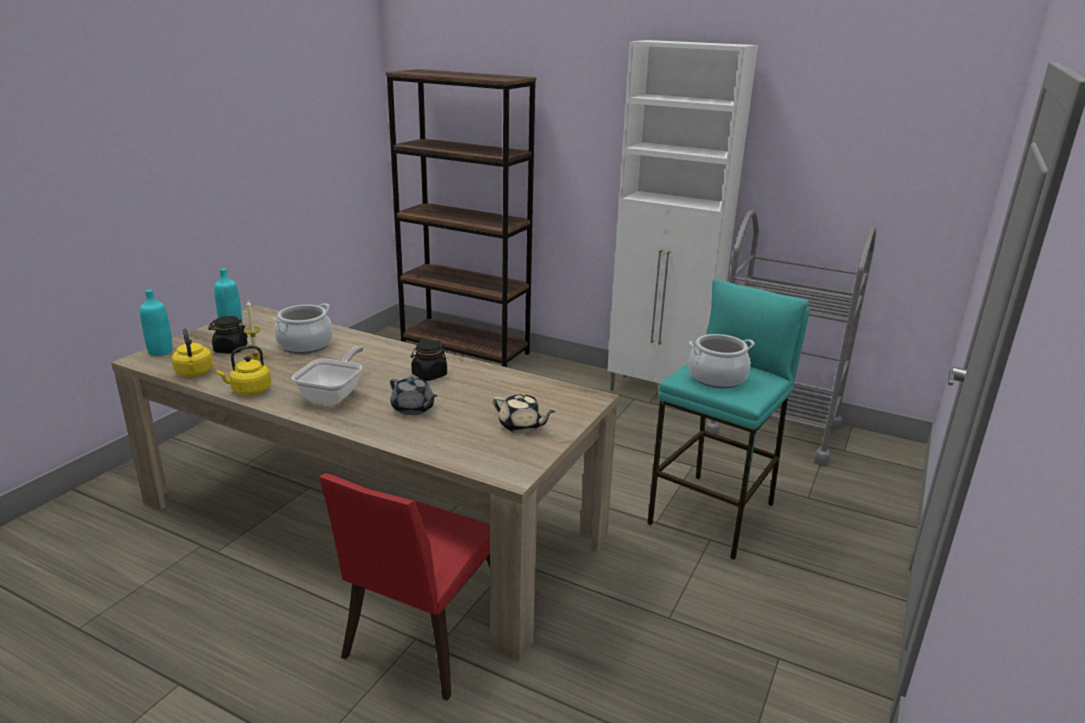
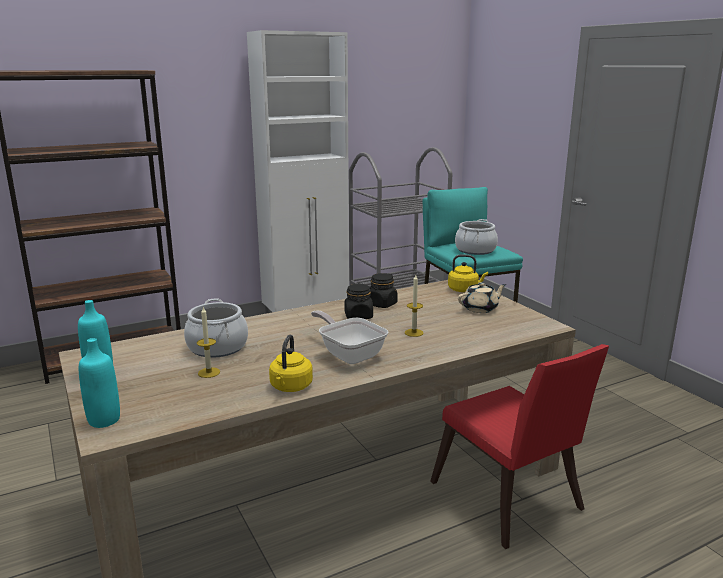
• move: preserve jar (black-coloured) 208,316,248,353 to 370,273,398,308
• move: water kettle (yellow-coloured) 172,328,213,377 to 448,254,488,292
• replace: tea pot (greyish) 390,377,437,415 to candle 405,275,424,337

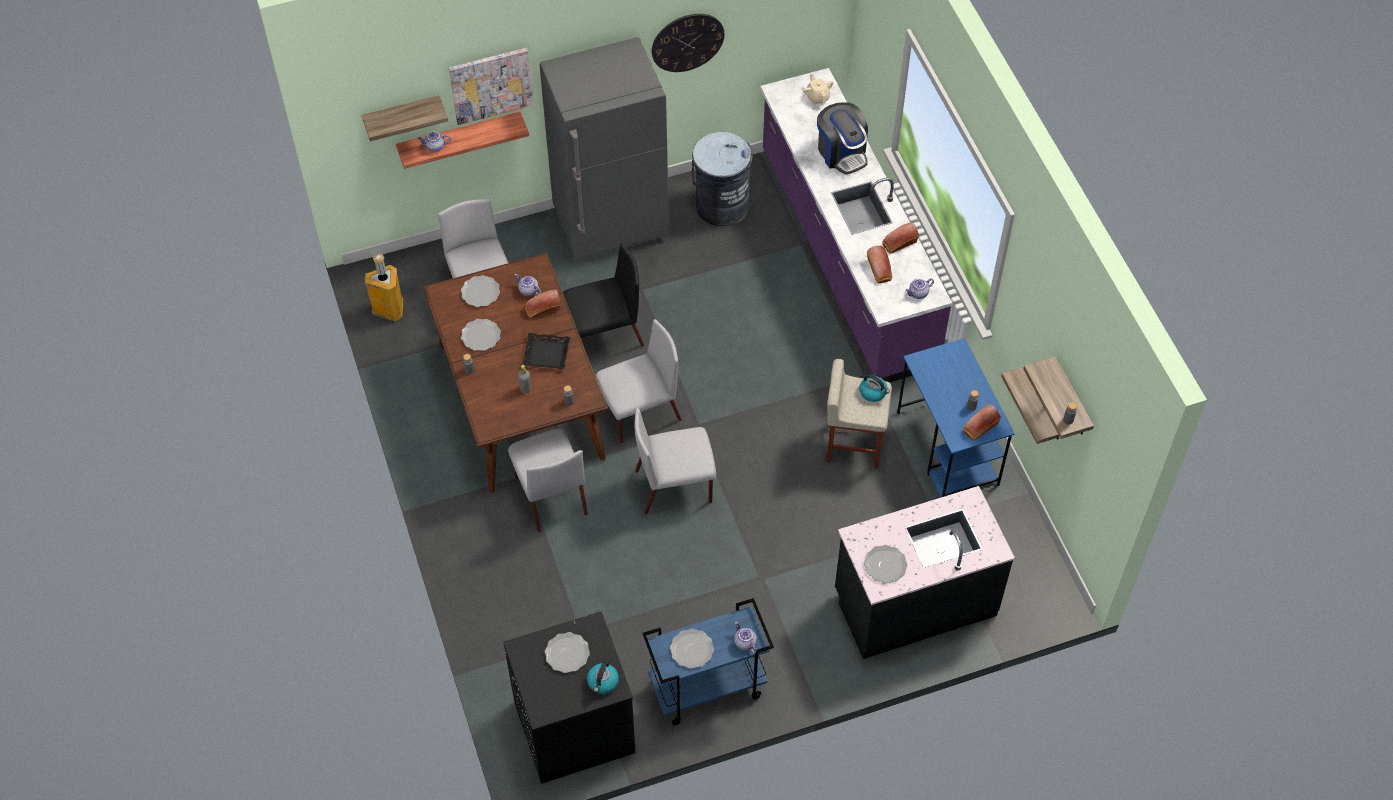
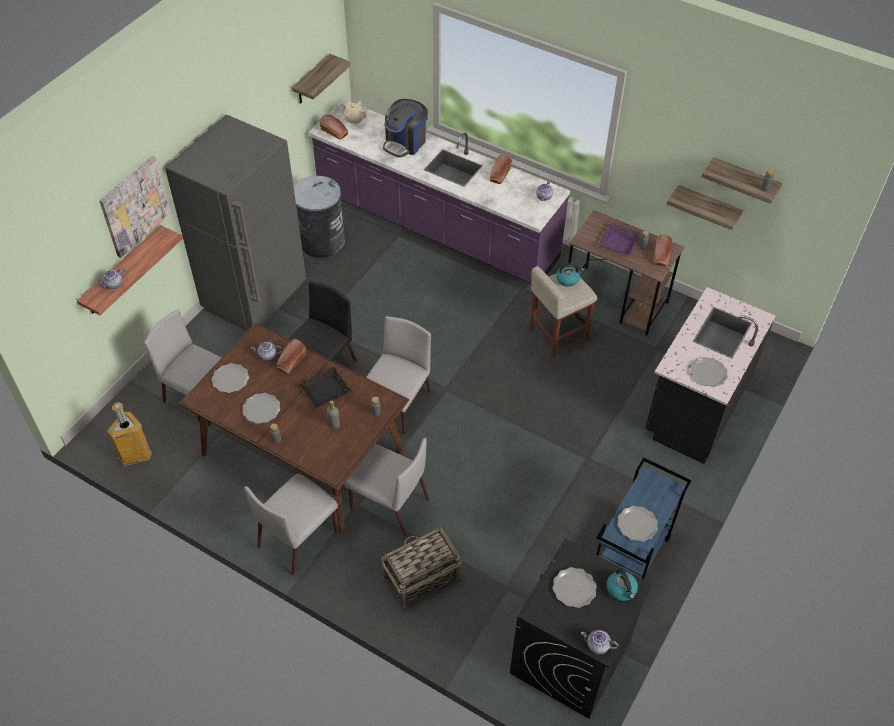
• delete: clock on the wall 652,14,725,72
• move: bracket shelf 362,95,448,141 to 292,54,351,103
• rotate: coffee machine 817,102,868,174 = 383,99,428,158 105 degrees clockwise
• move: bread 867,246,892,283 to 319,114,348,140
• recolor: desk unit (blue) 897,338,1015,497 to desk unit (brownish) 568,210,684,336
• move: plain chair (greyish) 635,407,716,514 to 244,474,338,575
• move: tea pot 734,621,757,654 to 581,630,618,654
• insert: carrying tray (purple) 599,223,642,255
• insert: household basket 381,527,461,608

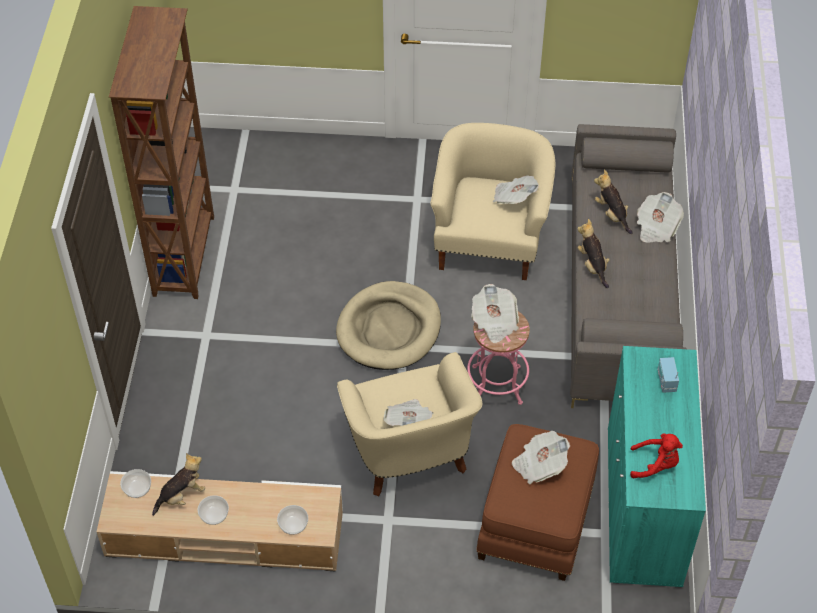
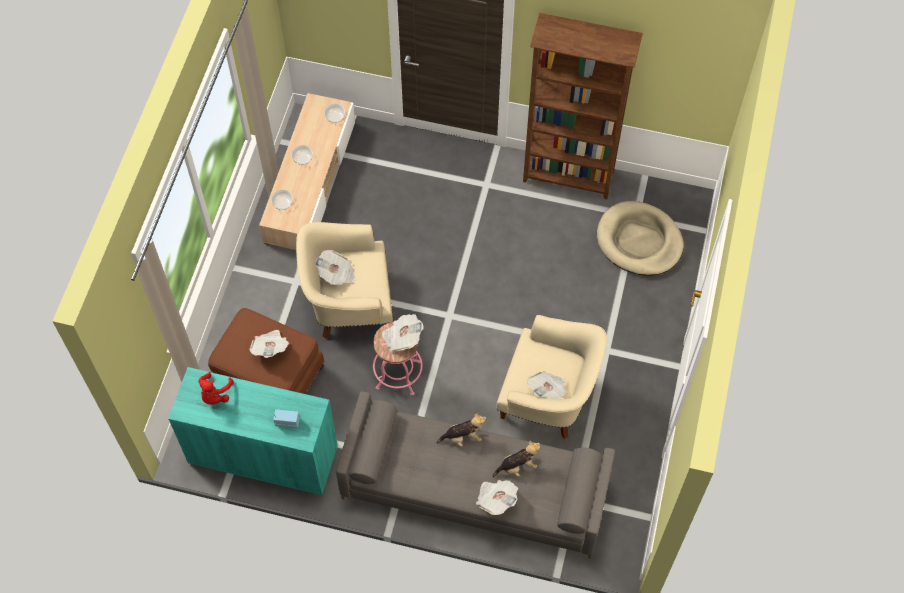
• move: dog cushion (beige-coloured) 336,281,441,370 to 597,201,684,275
• delete: cuddly toy 152,453,205,516

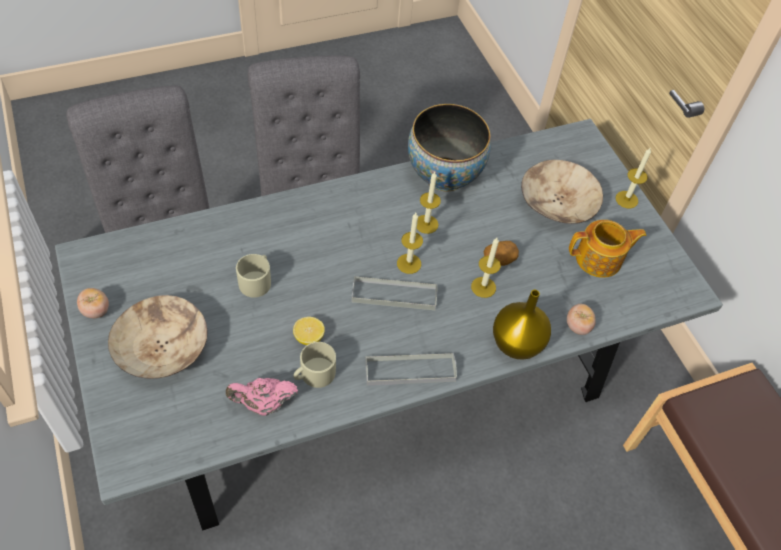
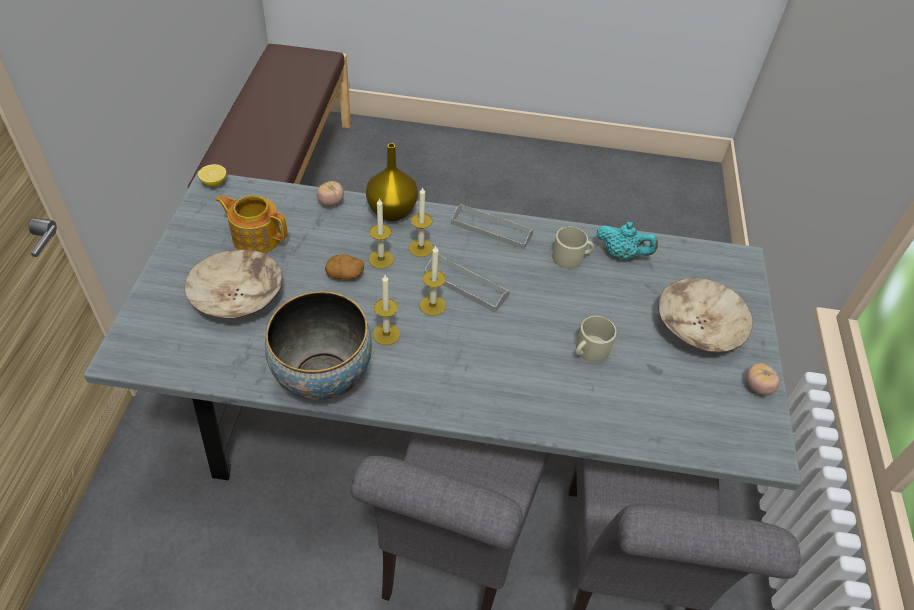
• move: candle 615,147,651,209 to 409,187,433,257
• move: citrus fruit 293,317,325,345 to 198,164,226,187
• recolor: tea pot (pinkish) 226,378,298,415 to tea pot (turquoise) 597,222,658,260

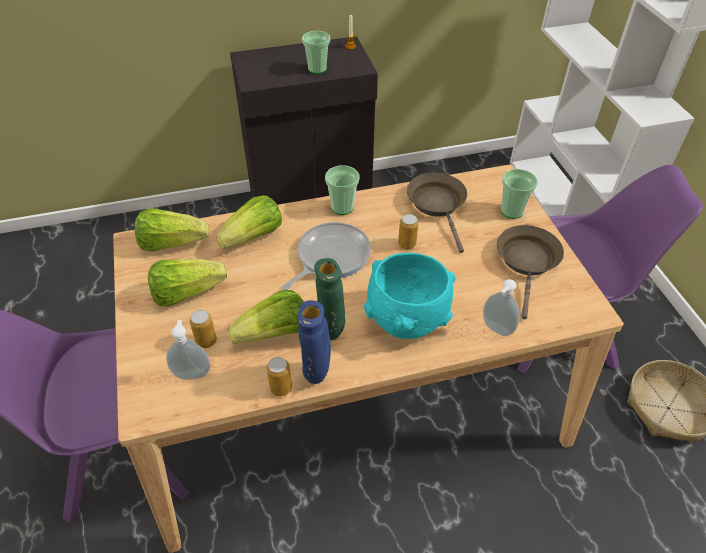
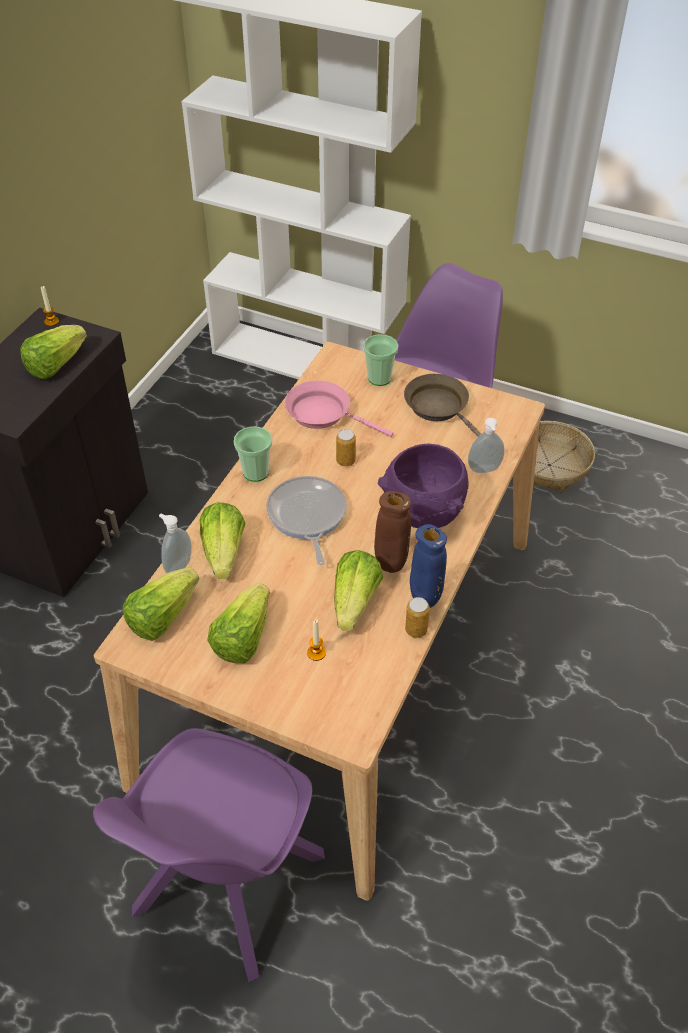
• replace: cup 302,31,330,74 to lettuce 20,325,87,379
• recolor: pan (brownish) 407,173,467,253 to pan (pinkish) 285,381,393,437
• recolor: deep dish (turquoise) 364,253,456,339 to deep dish (purple) 378,443,469,528
• recolor: decorative vase (green) 314,258,345,340 to decorative vase (brownish) 374,491,411,573
• replace: sealed can 190,310,217,348 to candle 307,619,326,661
• move: soap dispenser 166,320,210,380 to 159,514,192,573

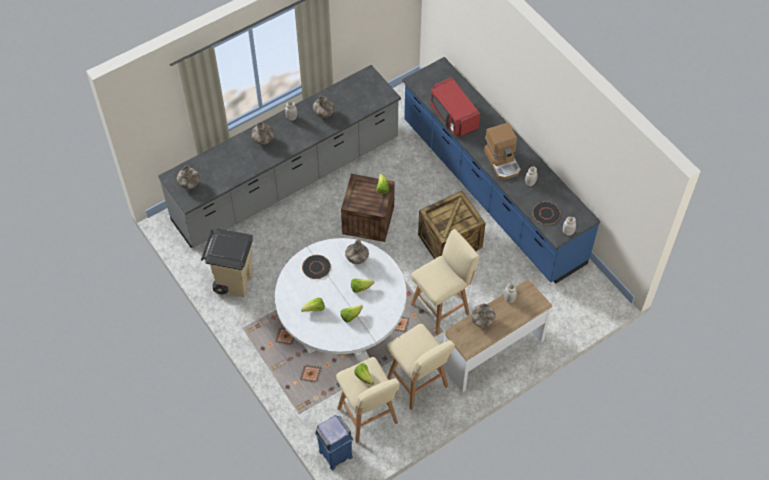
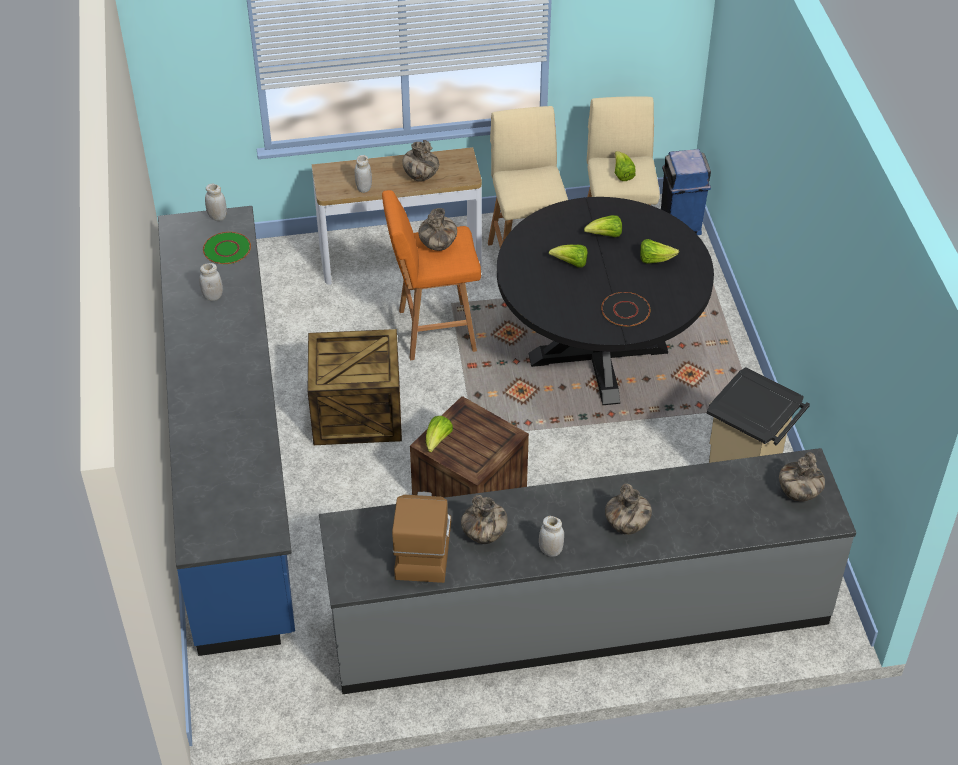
• delete: kitchen microwave (reddish) 431,77,480,137
• move: coffee machine 484,123,521,180 to 392,491,451,583
• recolor: dinner plate (black-coloured) 532,201,561,225 to dinner plate (green) 203,232,251,264
• recolor: stool seat (beige-coloured) 411,229,479,335 to stool seat (orange-coloured) 382,190,481,360
• recolor: dinner table (white-coloured) 275,238,407,362 to dinner table (black-coloured) 497,197,714,405
• move: decorative vase 345,240,369,264 to 418,208,457,251

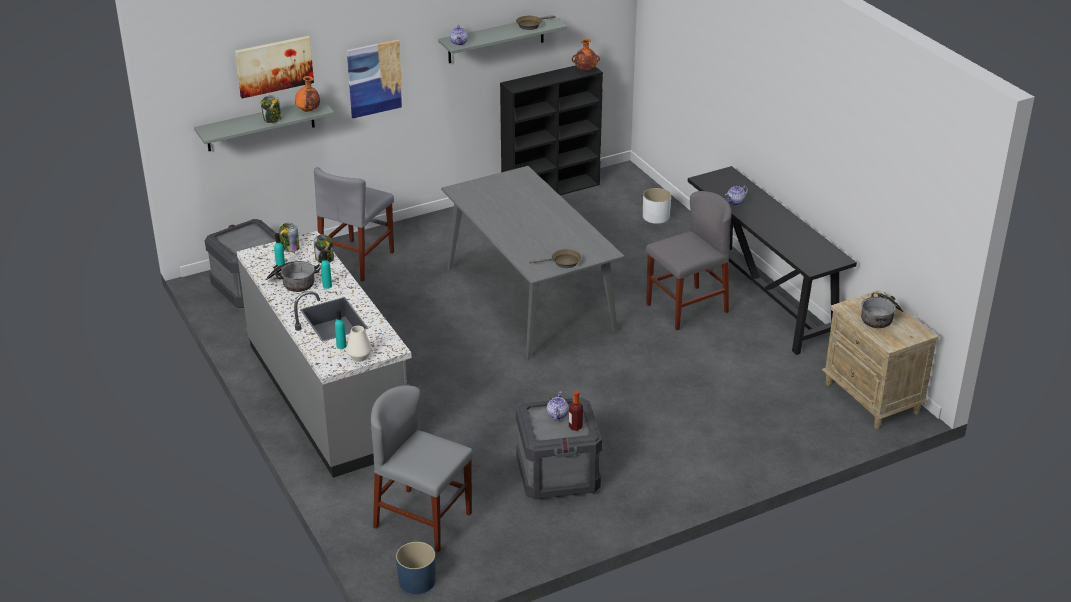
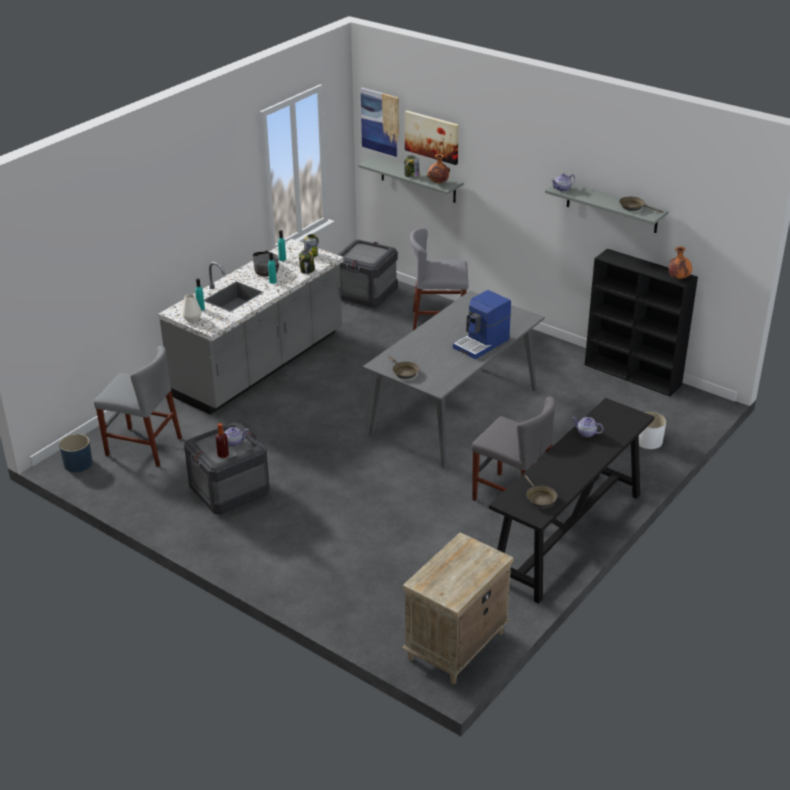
• move: wall art 347,40,403,118 to 361,88,399,157
• delete: saucepot 861,292,903,328
• rotate: plain chair (greyish) 371,385,473,552 = 94,346,182,467 105 degrees clockwise
• insert: coffee machine 453,290,511,359
• insert: pan (brownish) 525,475,557,508

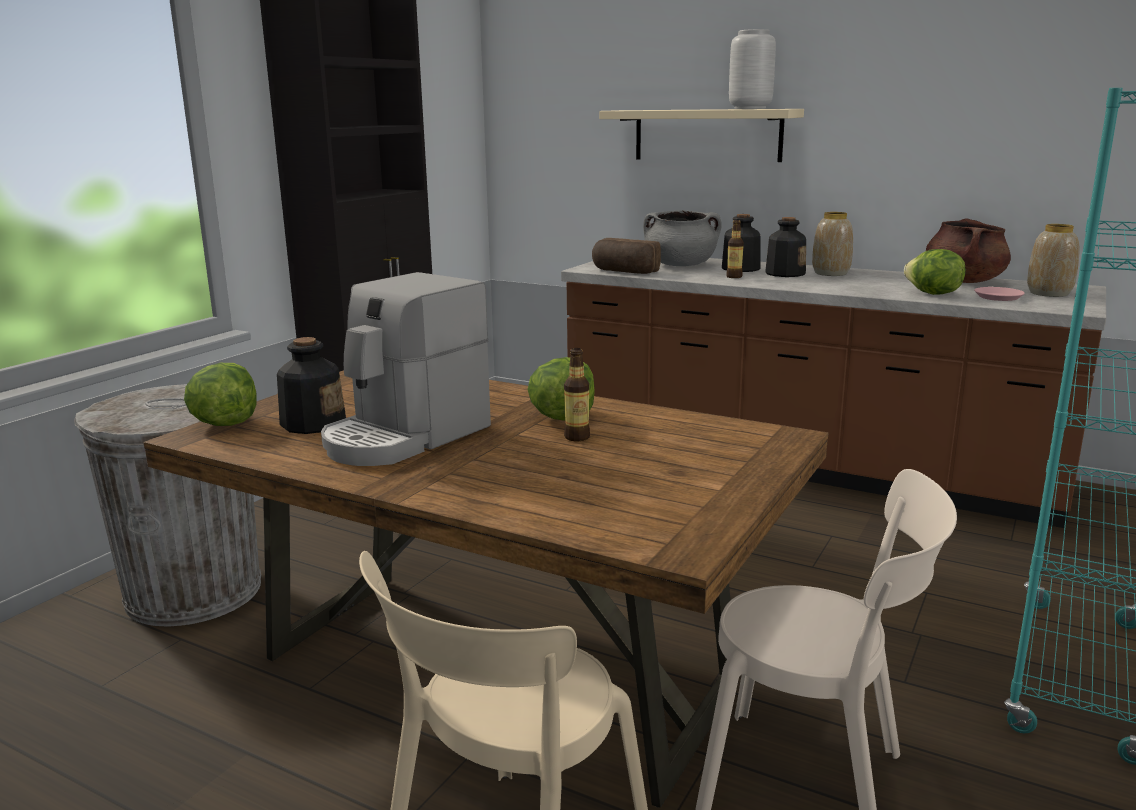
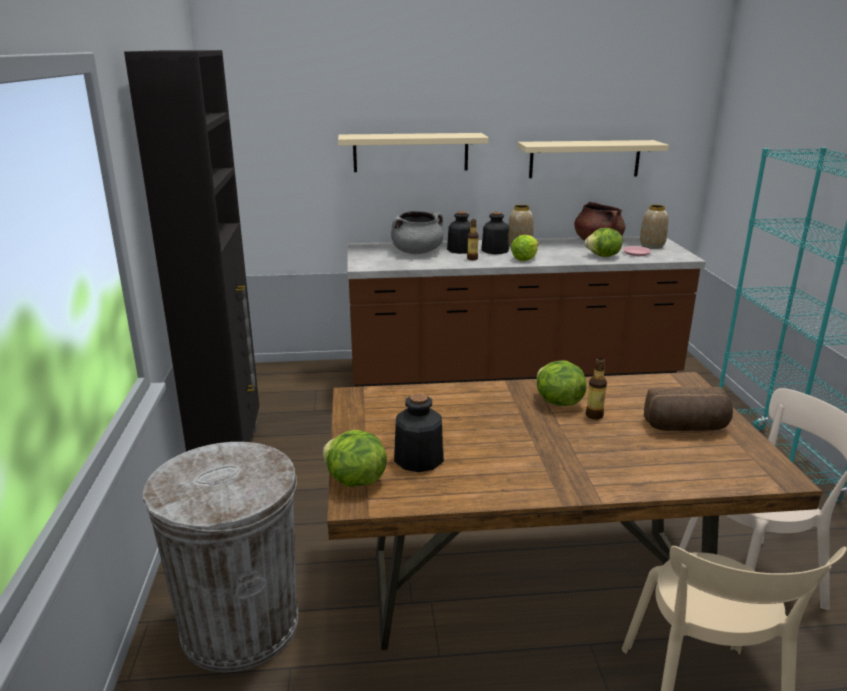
• delete: decorative vase (greyish) 729,29,776,109
• move: bread 592,238,661,274 to 644,387,733,431
• delete: coffee machine 321,272,491,466
• insert: bracket shelf (beige-coloured) 518,140,669,178
• insert: lettuce 511,235,539,261

